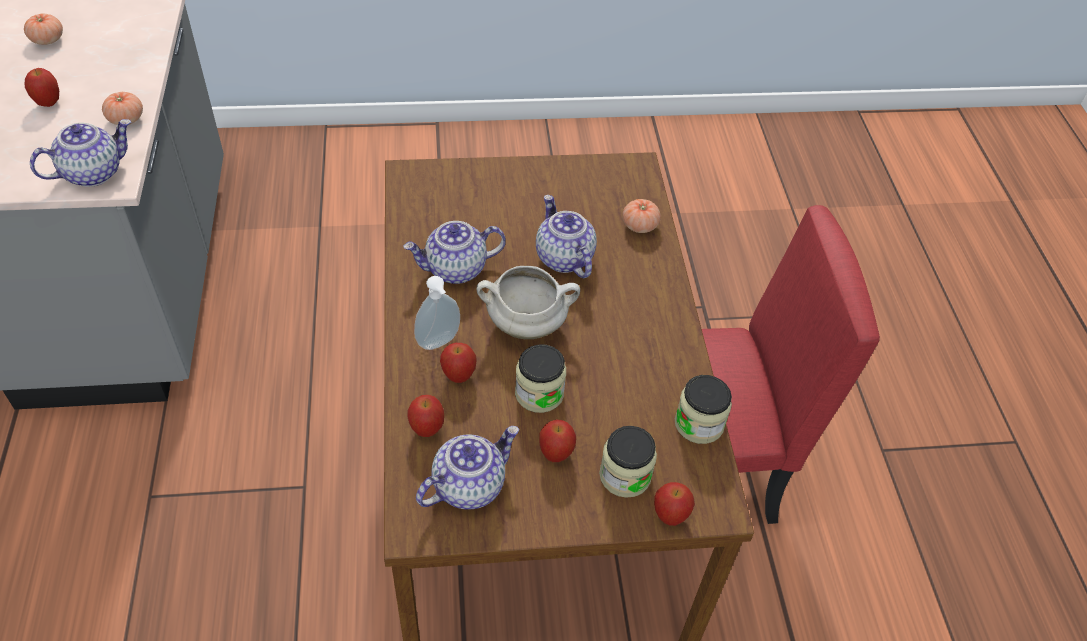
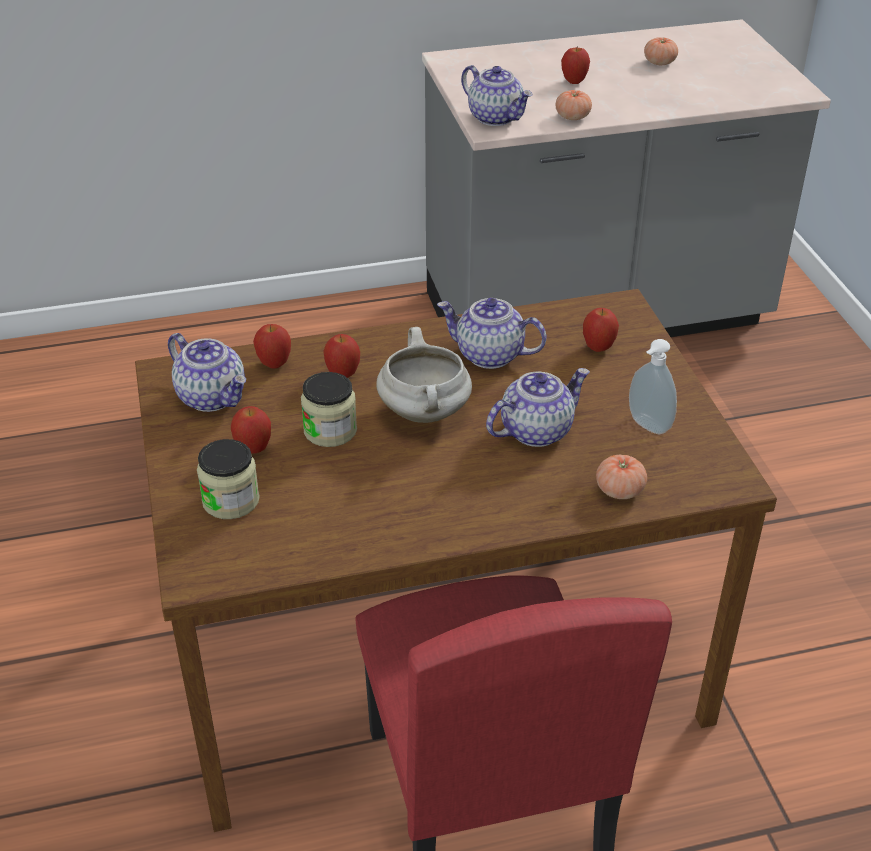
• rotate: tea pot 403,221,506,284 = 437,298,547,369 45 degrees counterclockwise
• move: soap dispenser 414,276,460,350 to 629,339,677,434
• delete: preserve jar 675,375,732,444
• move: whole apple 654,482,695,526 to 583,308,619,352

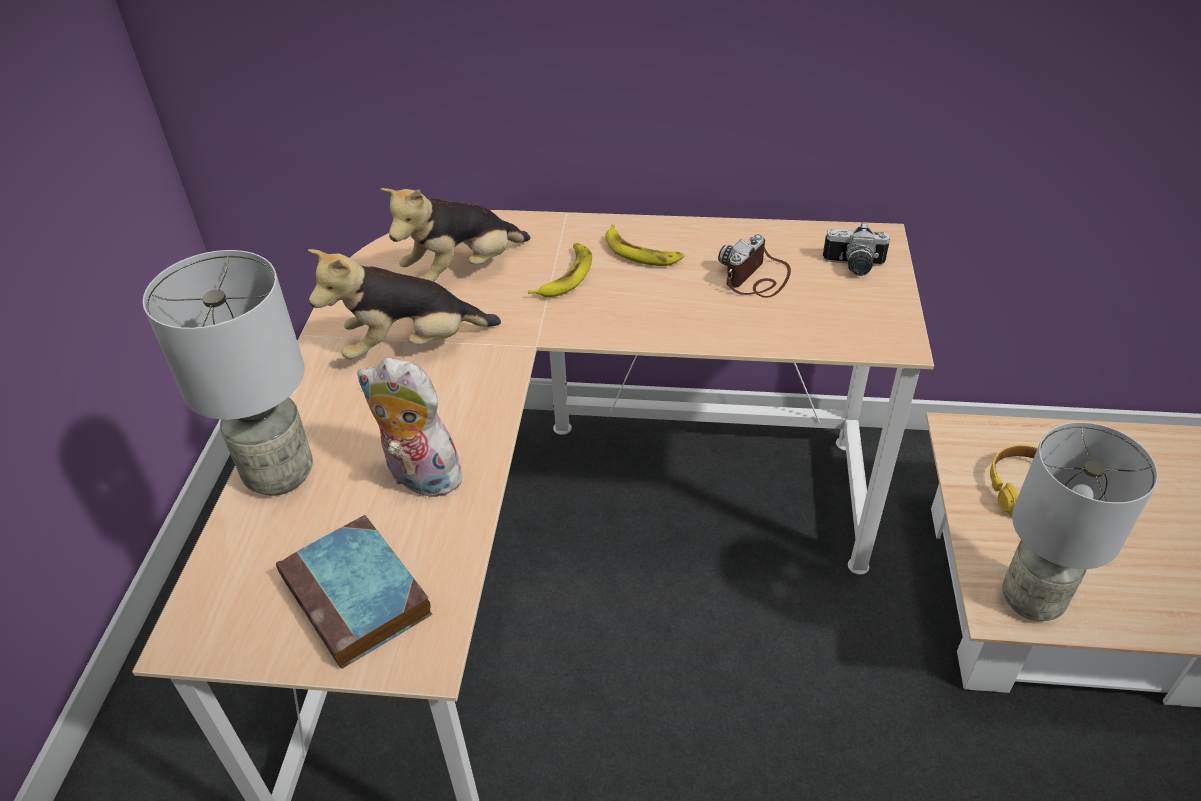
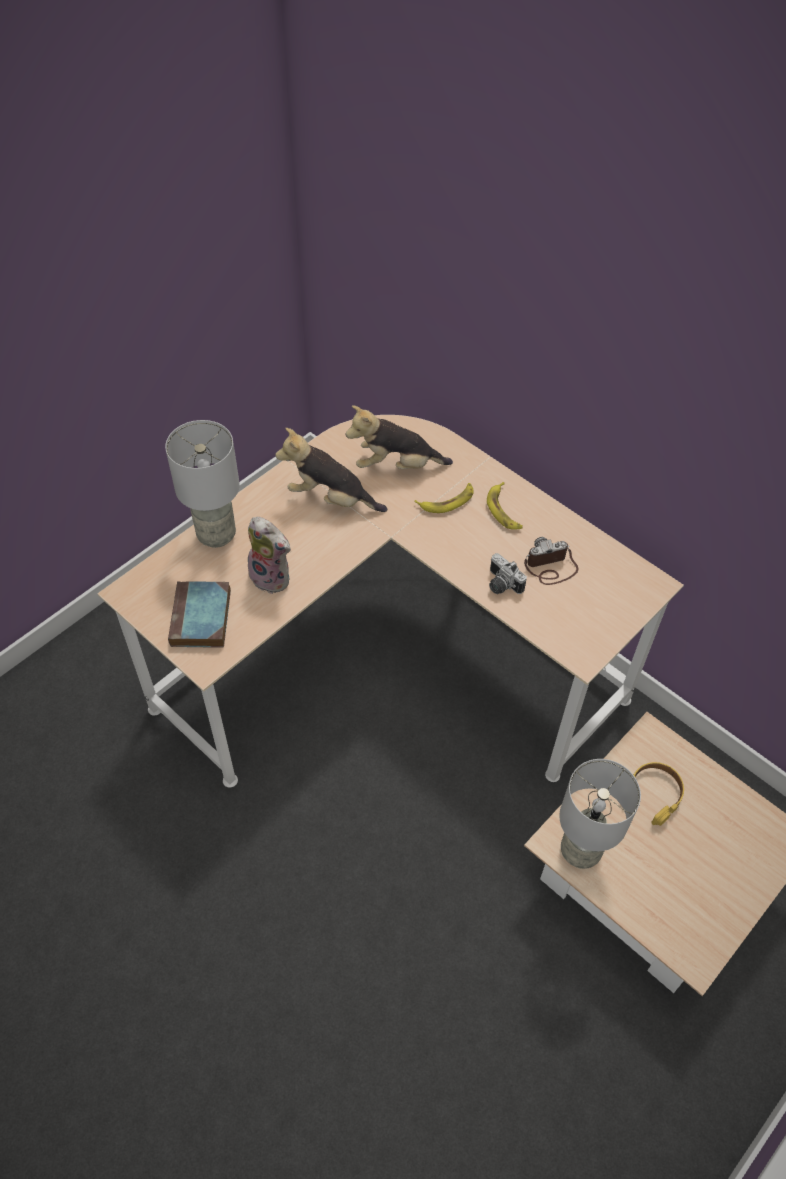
• move: photo camera 823,223,890,276 to 489,553,527,594
• rotate: cuddly toy 357,357,468,497 = 248,517,291,594 150 degrees clockwise

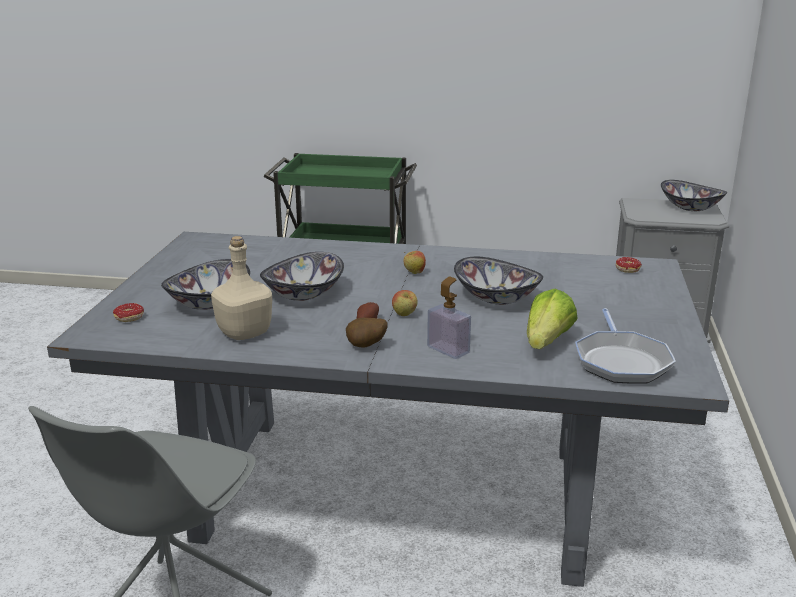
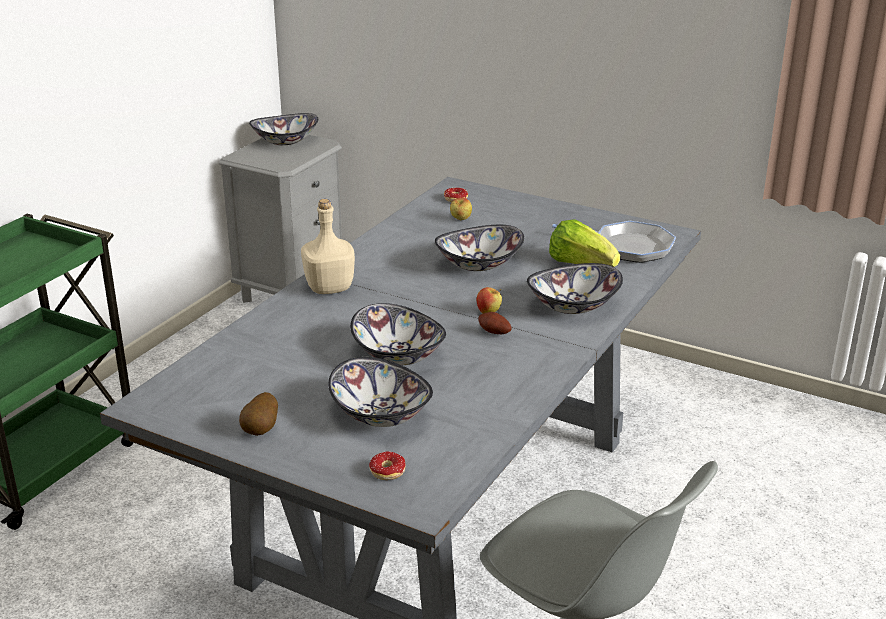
• move: beverage bottle (beige-coloured) 211,236,272,340 to 301,199,355,294
• move: whole apple 403,251,426,274 to 450,198,472,220
• replace: soap dispenser 427,276,471,359 to deep dish 527,263,623,314
• move: whole potato 346,318,387,348 to 239,392,278,436

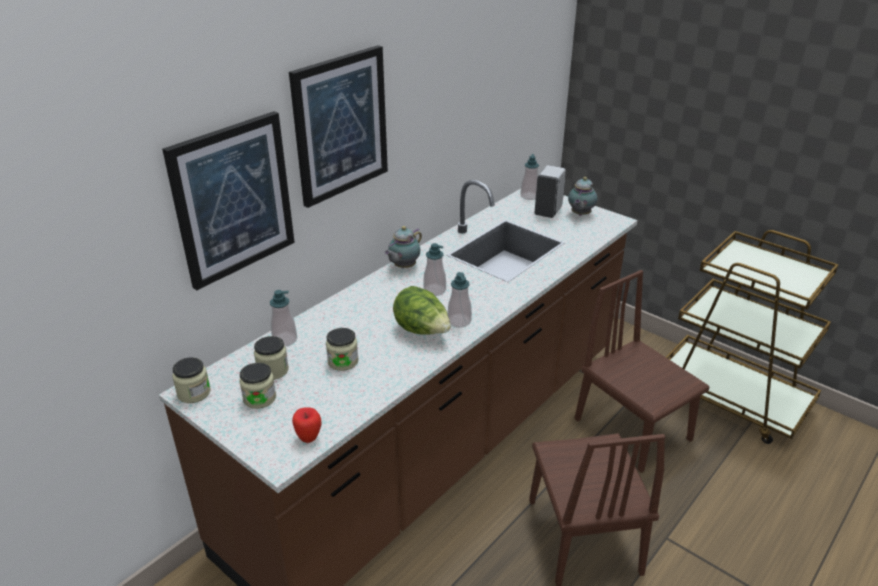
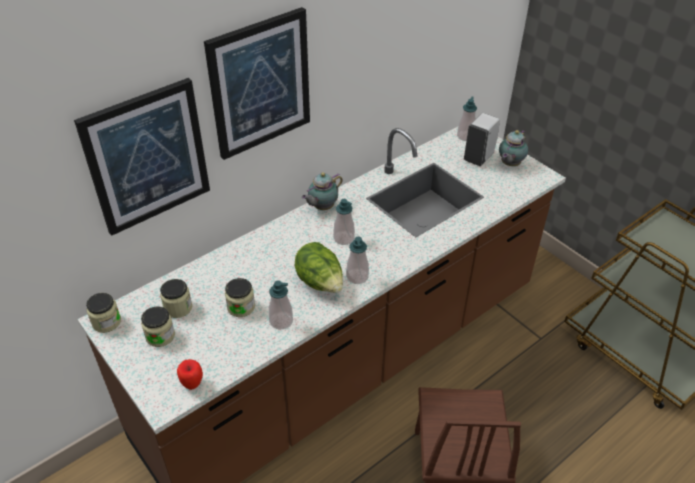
• delete: plain chair (brownish) 574,270,709,473
• move: soap dispenser 270,290,297,347 to 269,280,293,330

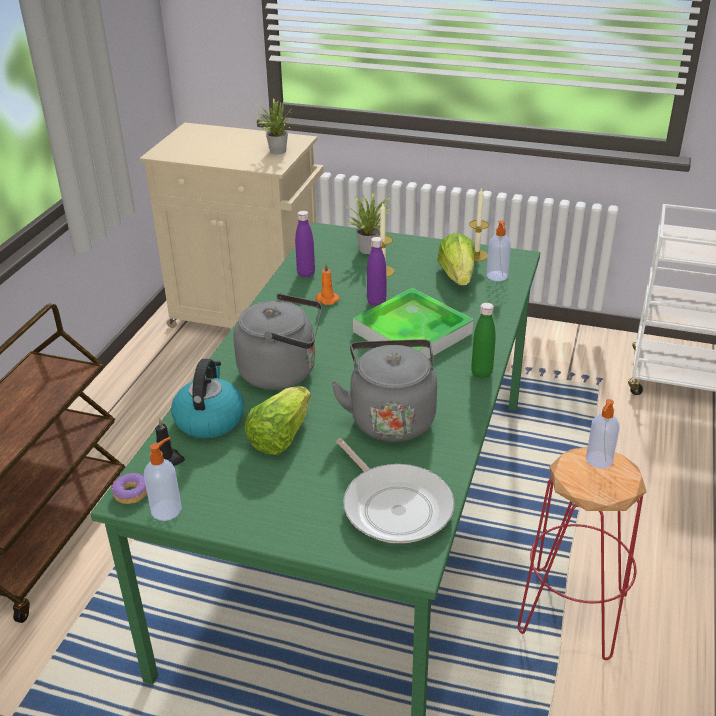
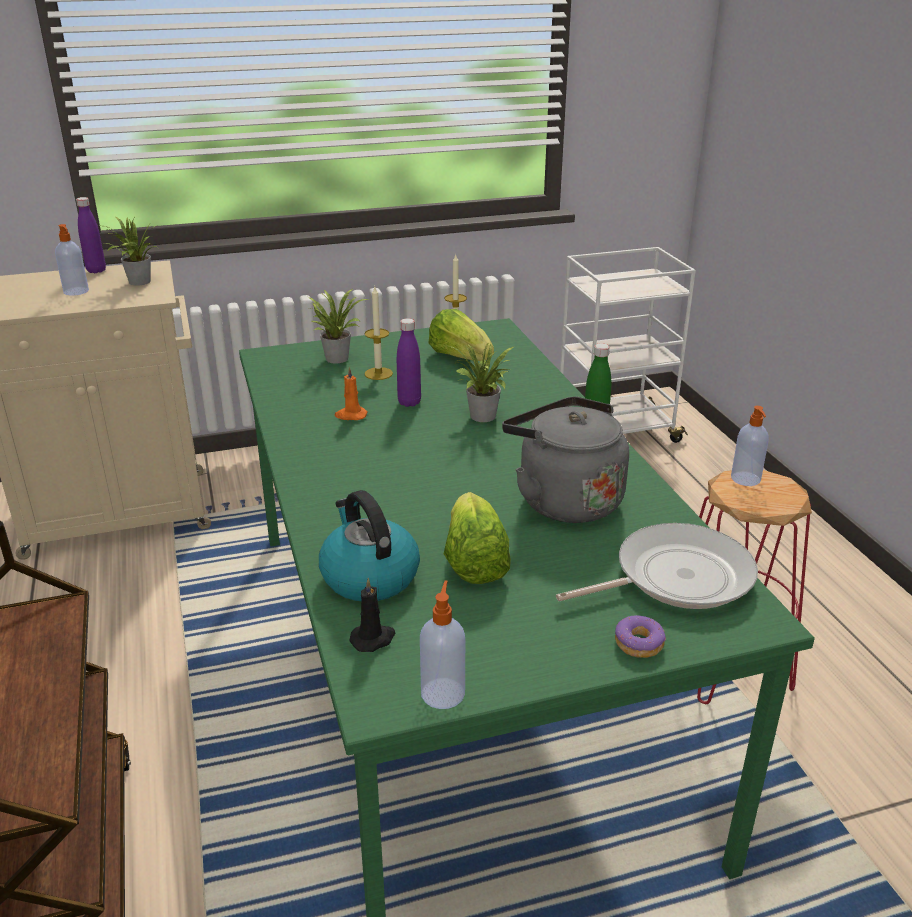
• move: beverage bottle (purple) 295,211,315,278 to 76,197,106,273
• move: soap dispenser 486,220,511,281 to 55,224,89,296
• replace: carrying tray 353,288,473,359 to potted plant 449,342,513,422
• delete: water kettle (greyish) 233,293,322,390
• rotate: pan 336,438,454,544 = 556,523,758,609 45 degrees counterclockwise
• move: ring doughnut 111,473,147,504 to 615,615,666,658

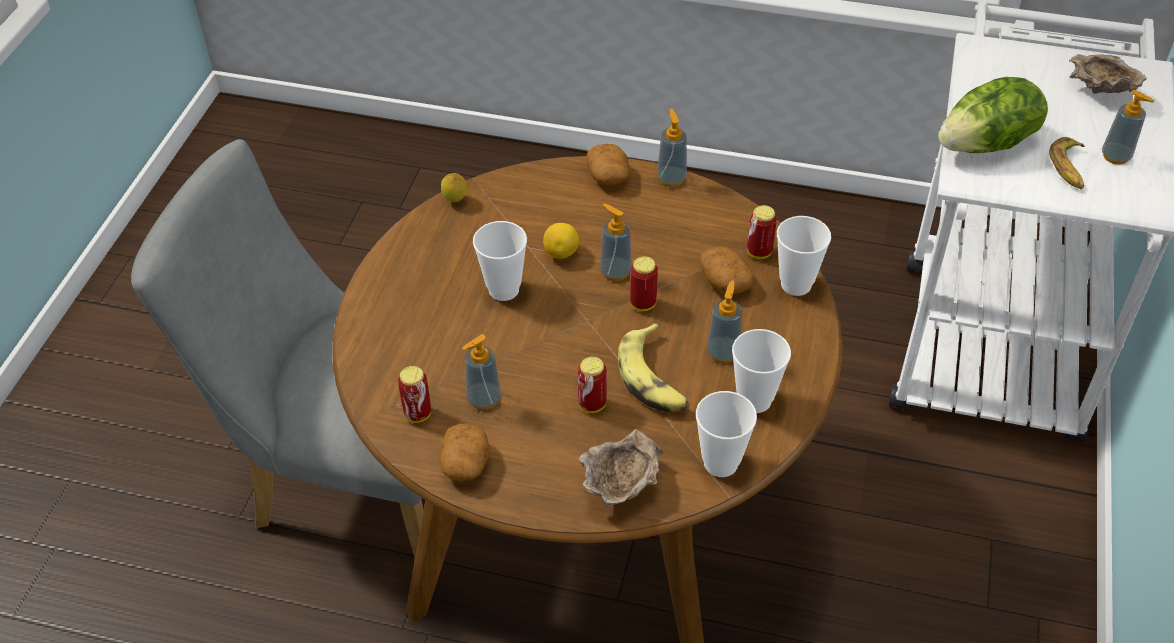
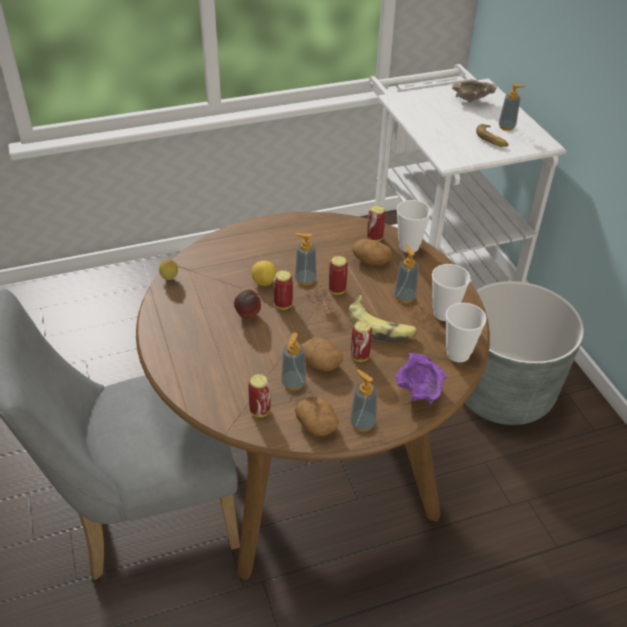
• delete: lettuce 938,77,1048,153
• move: soap dispenser 657,109,687,187 to 350,369,377,432
• move: whole potato 586,144,629,185 to 302,338,343,371
• replace: cup 473,221,527,301 to whole apple 234,290,261,319
• recolor: deep dish (beige-coloured) 578,429,663,507 to deep dish (purple) 395,353,447,404
• insert: sealed can 274,270,293,310
• insert: flower pot (greyish) 464,281,584,425

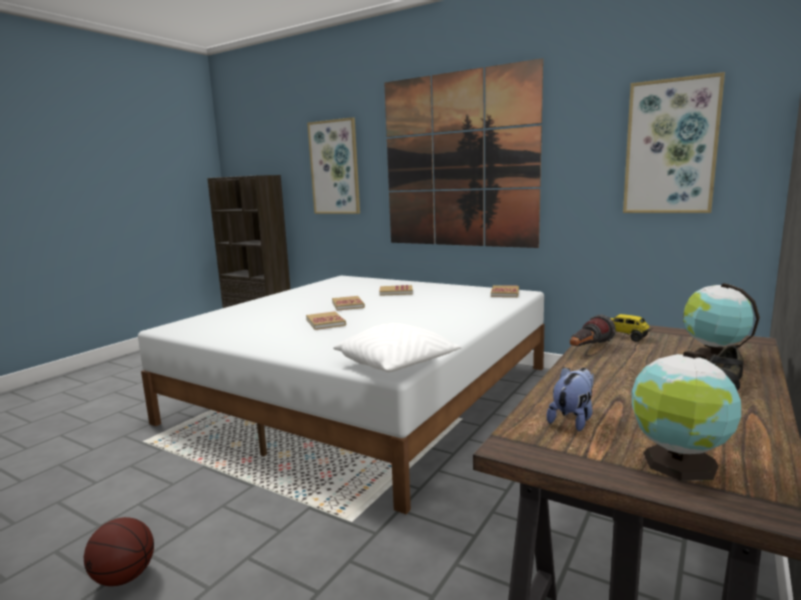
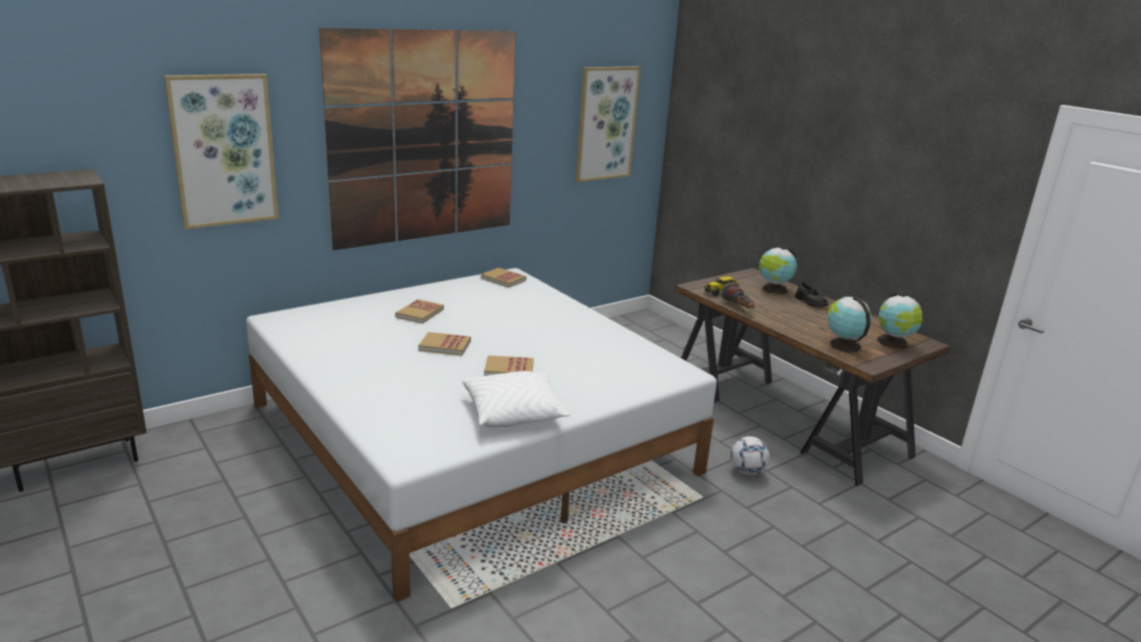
• move: pillow (white-coloured) 333,323,462,372 to 462,371,570,427
• replace: cuddly toy 547,367,594,431 to world globe 827,297,872,352
• delete: basketball 84,517,154,586
• insert: ball for football 730,436,770,475

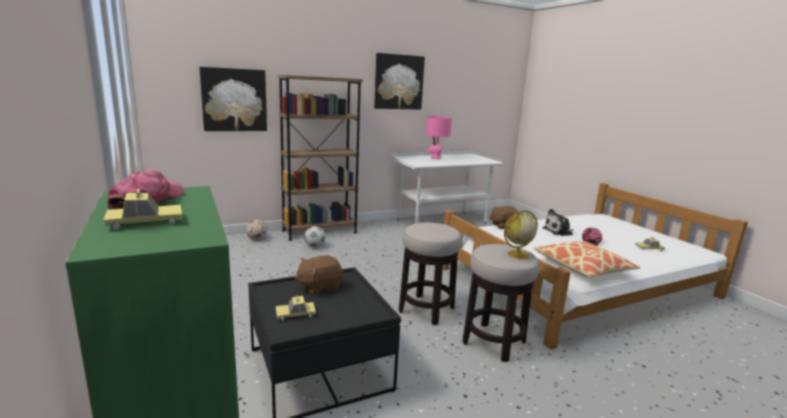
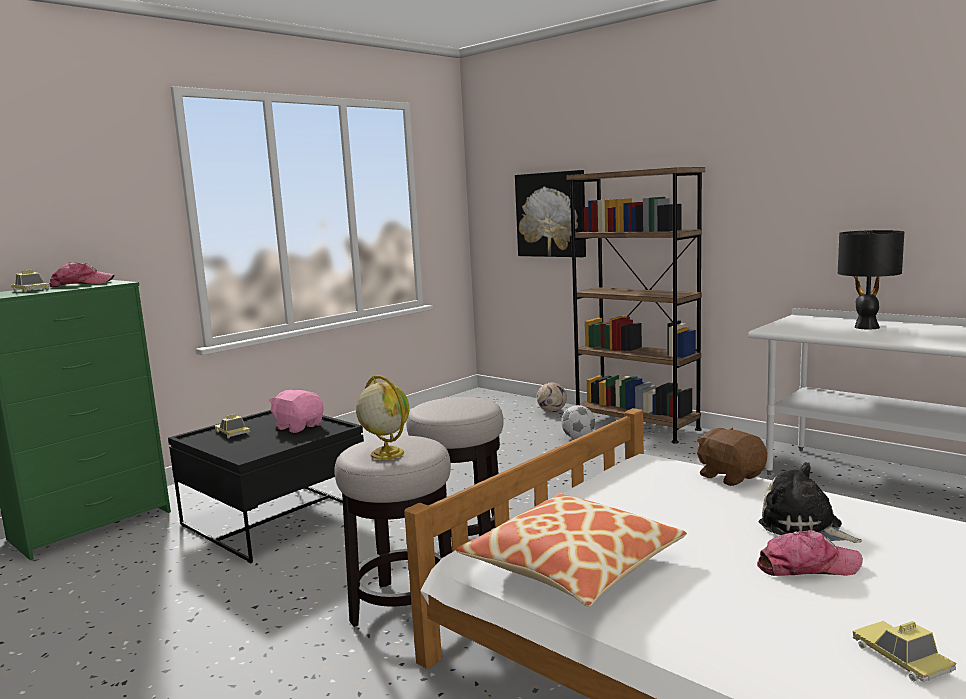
• delete: wall art 374,53,425,110
• recolor: table lamp (pinkish) 425,116,452,160 to table lamp (black-coloured) 838,230,904,329
• recolor: cuddly toy (brownish) 295,255,343,295 to cuddly toy (pinkish) 268,390,324,433

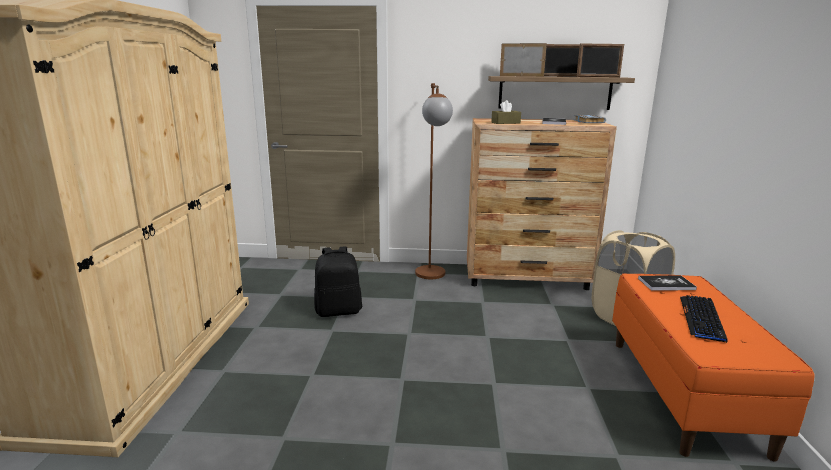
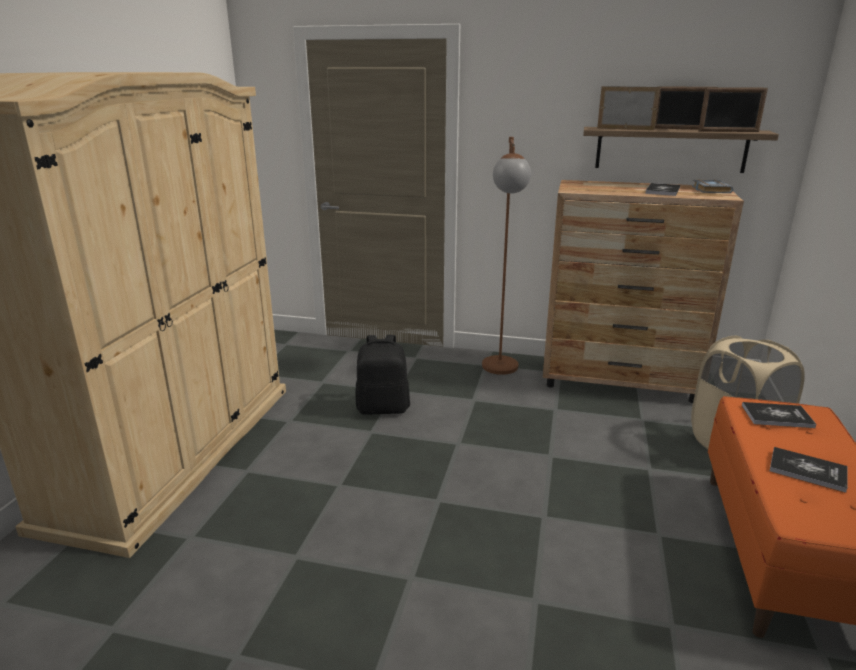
• delete: tissue box (brownish) 491,100,521,124
• replace: PC keyboard 680,295,728,343 to volume 770,447,848,493

